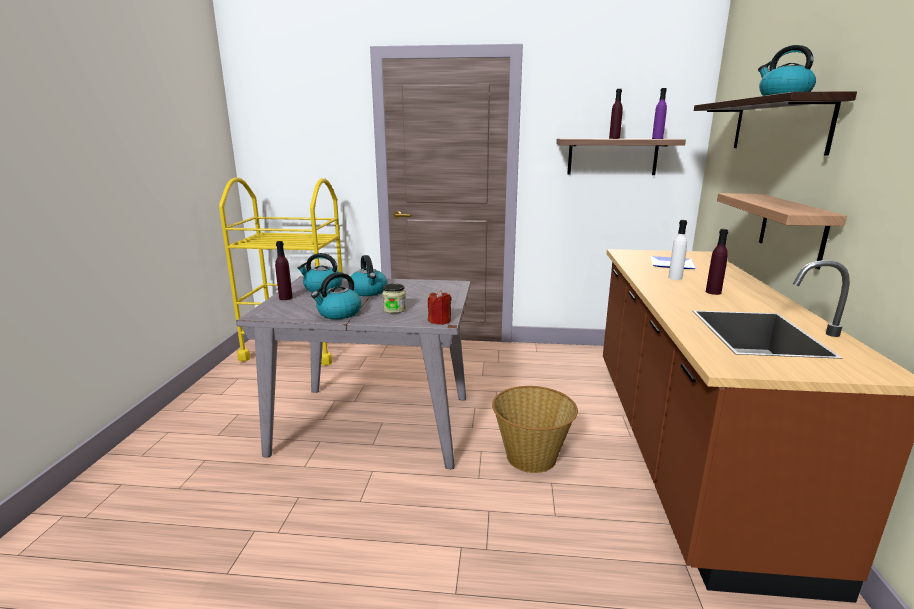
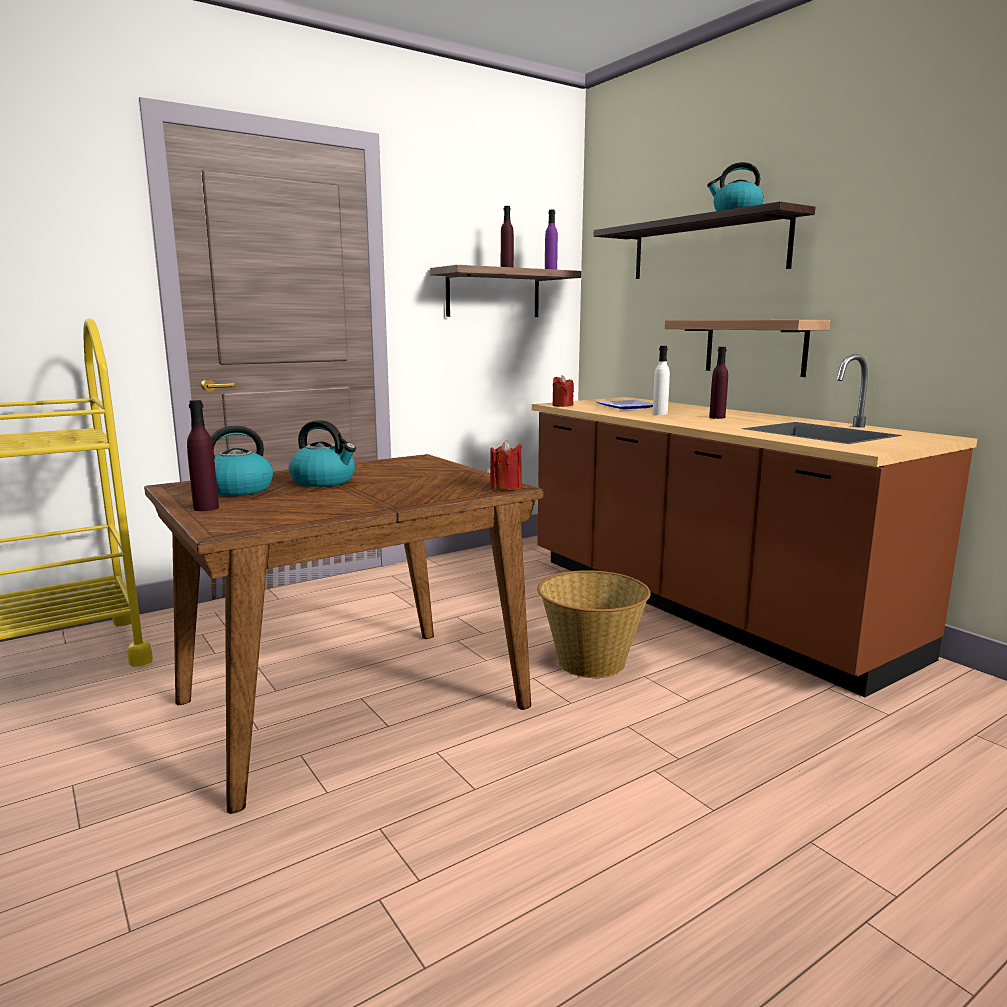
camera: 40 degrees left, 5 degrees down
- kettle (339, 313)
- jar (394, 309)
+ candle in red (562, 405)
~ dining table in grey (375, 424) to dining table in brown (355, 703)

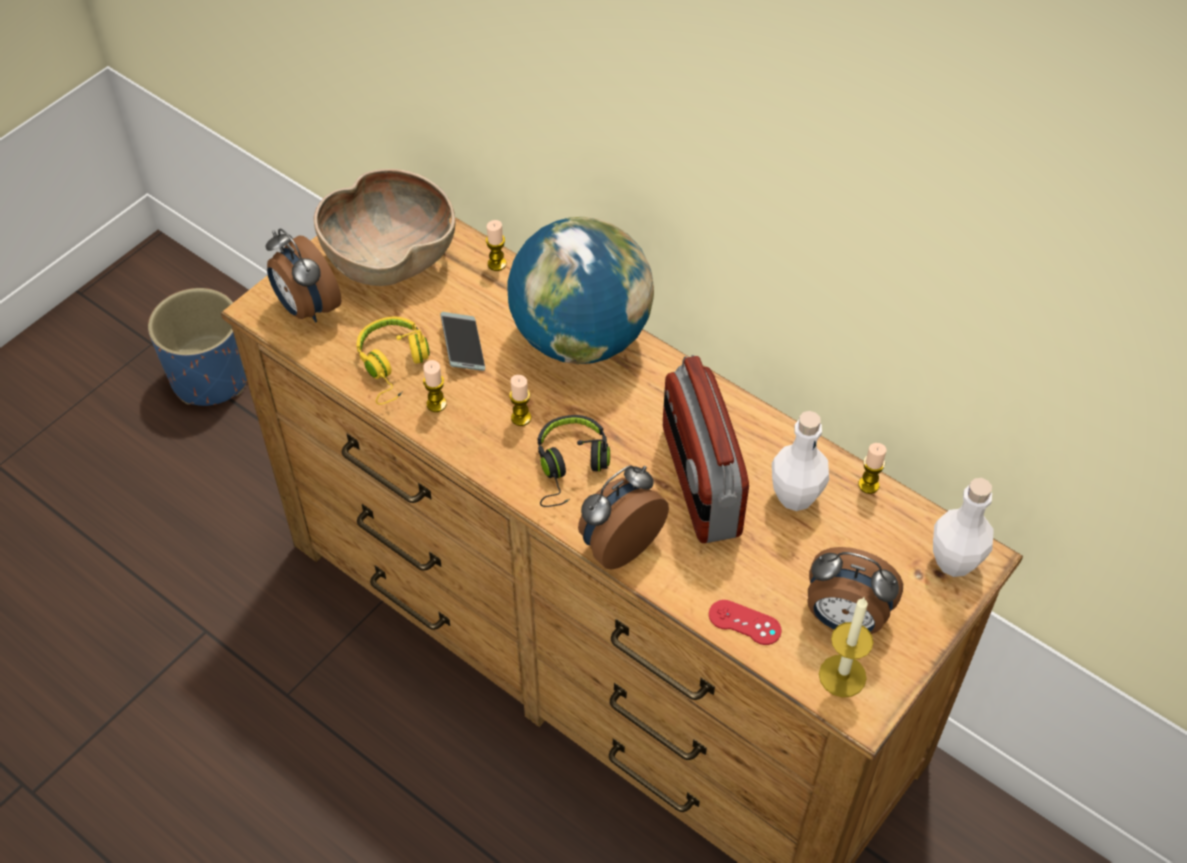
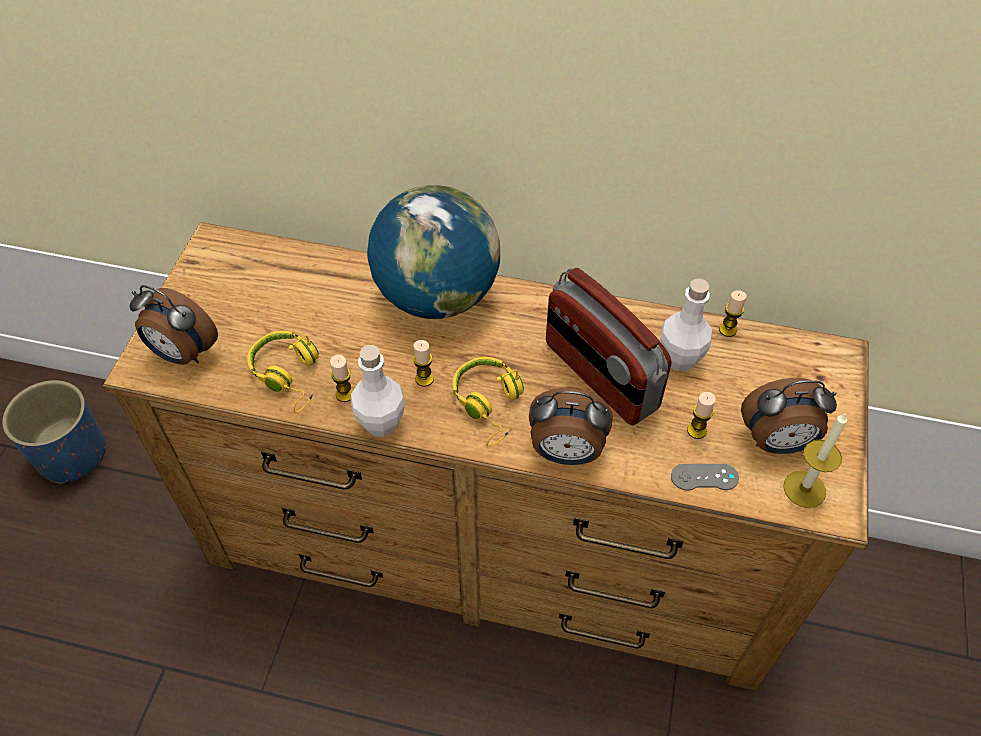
camera: 25 degrees left, 0 degrees up
- bowl in brown (390, 257)
- phone (463, 346)
~ candle (497, 264) to (696, 430)
~ bottle in white (954, 561) to (381, 423)
~ headphones in black (571, 467) to headphones in yellow (489, 404)
~ game controller in red (744, 622) to game controller in grey (704, 477)
~ alarm clock (618, 544) = (566, 453) 105 degrees counterclockwise

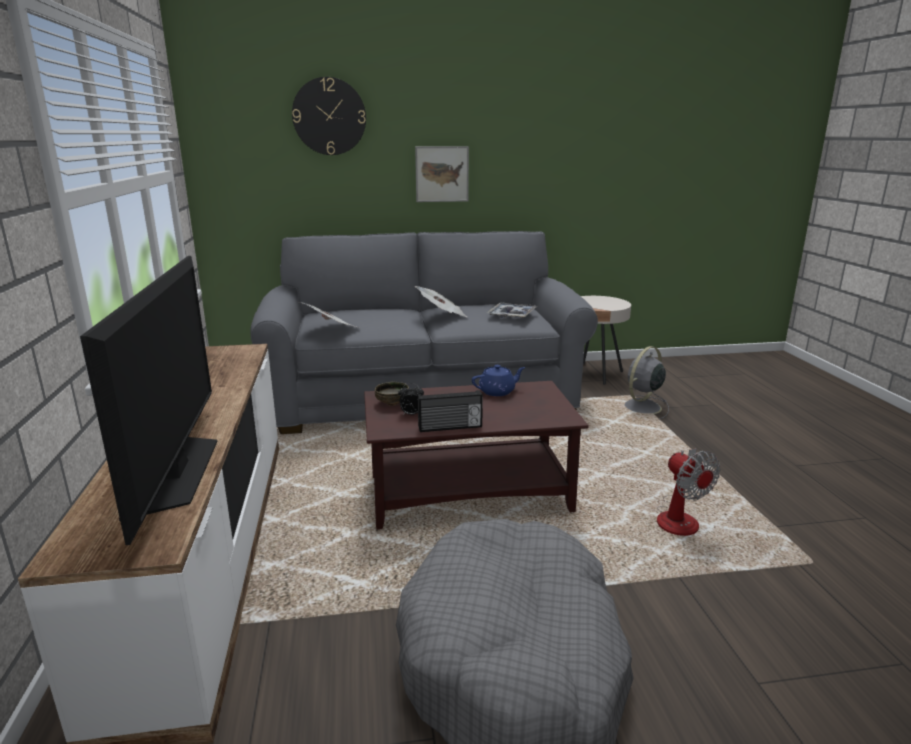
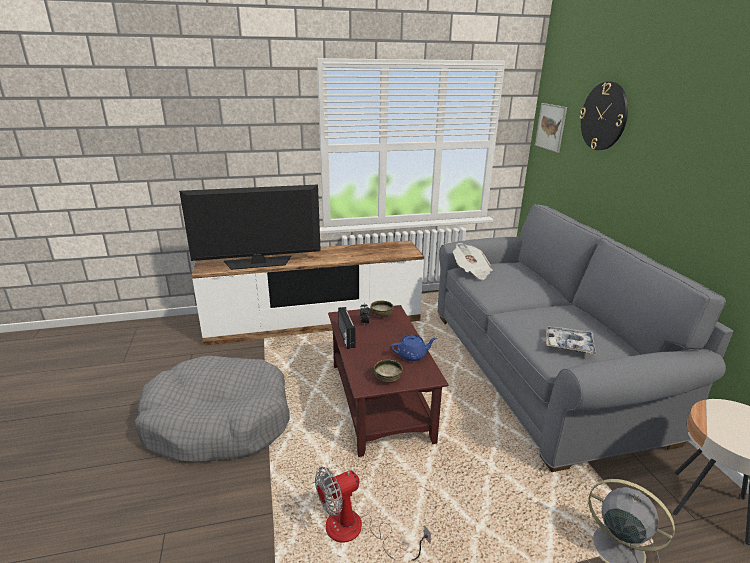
camera: 85 degrees right, 5 degrees up
- newspaper (442, 315)
+ bowl (388, 378)
~ picture (442, 174) to (550, 127)
~ teapot in blue (498, 391) = (412, 355) 75 degrees counterclockwise

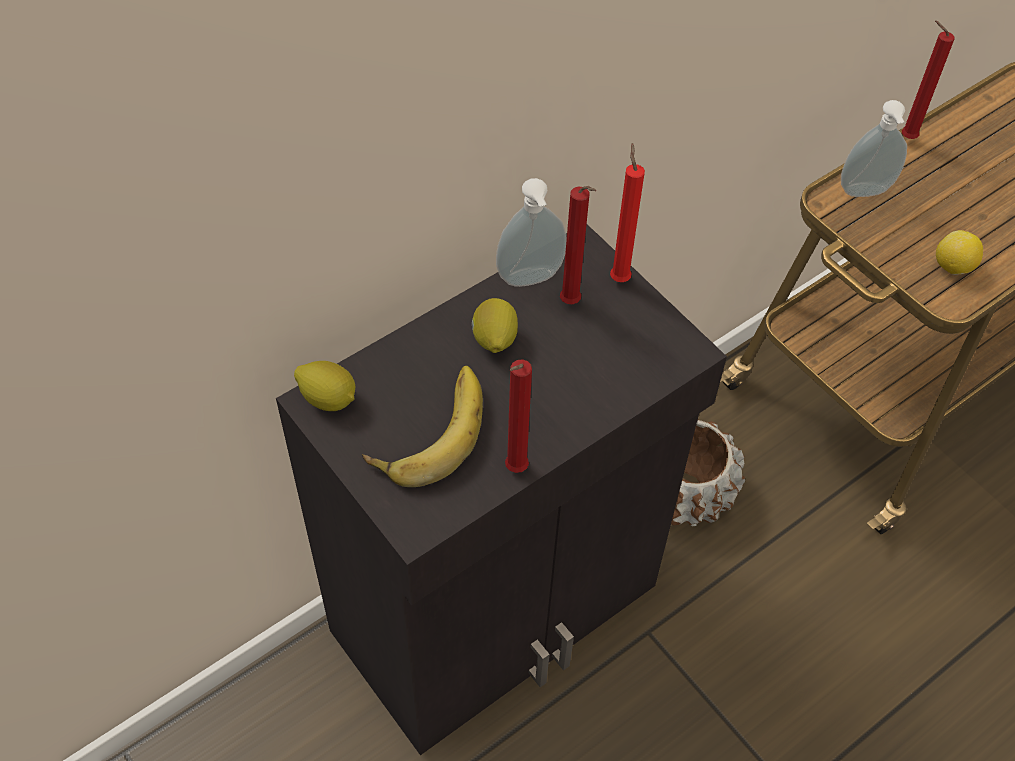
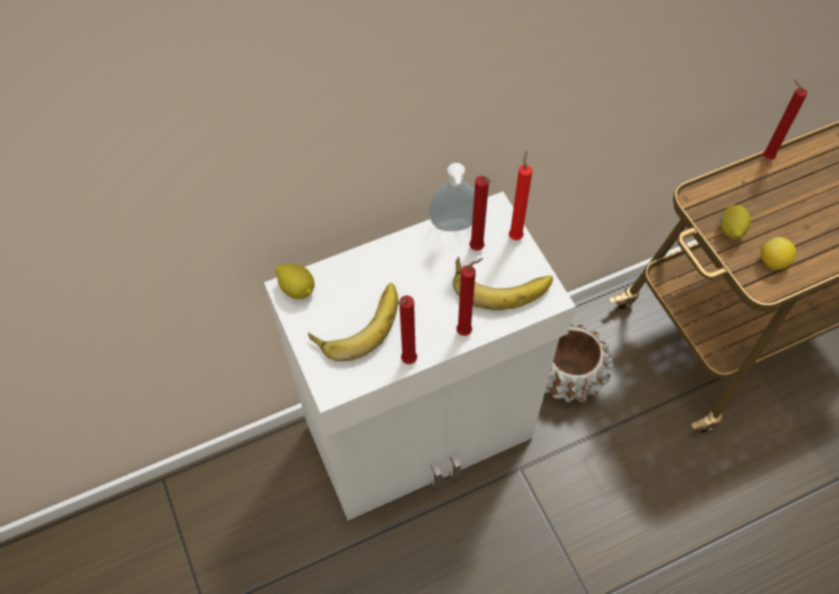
camera: 15 degrees right, 5 degrees up
- soap dispenser (865, 193)
+ banana (500, 282)
+ candle in red (466, 331)
~ lemon (494, 340) to (730, 230)
~ cabinet in black (500, 610) to cabinet in white (422, 434)

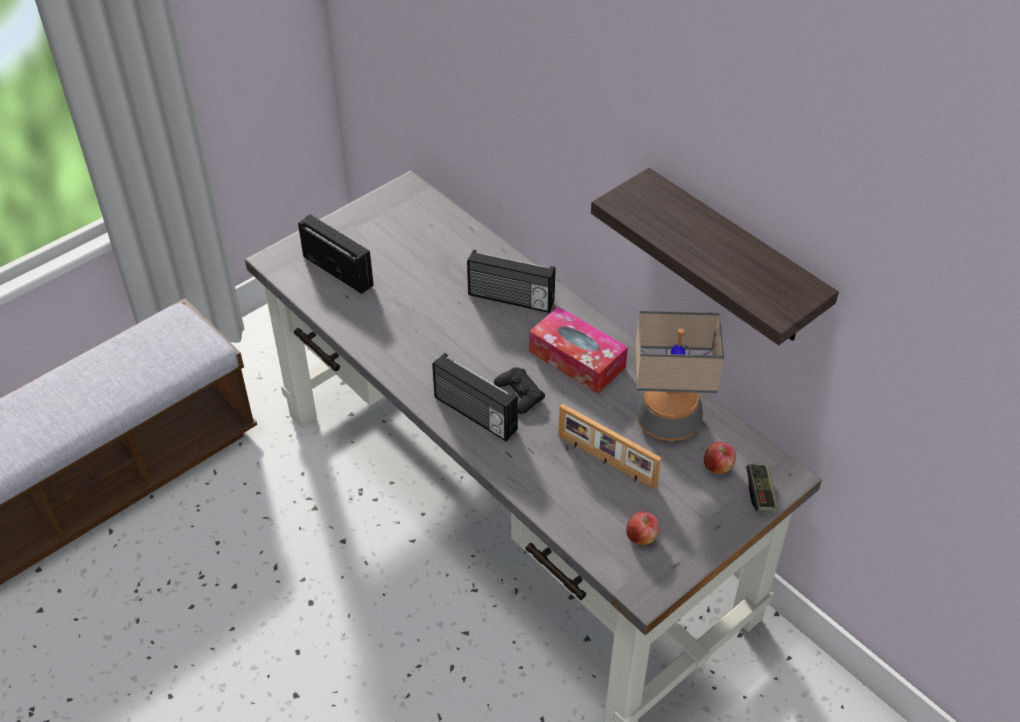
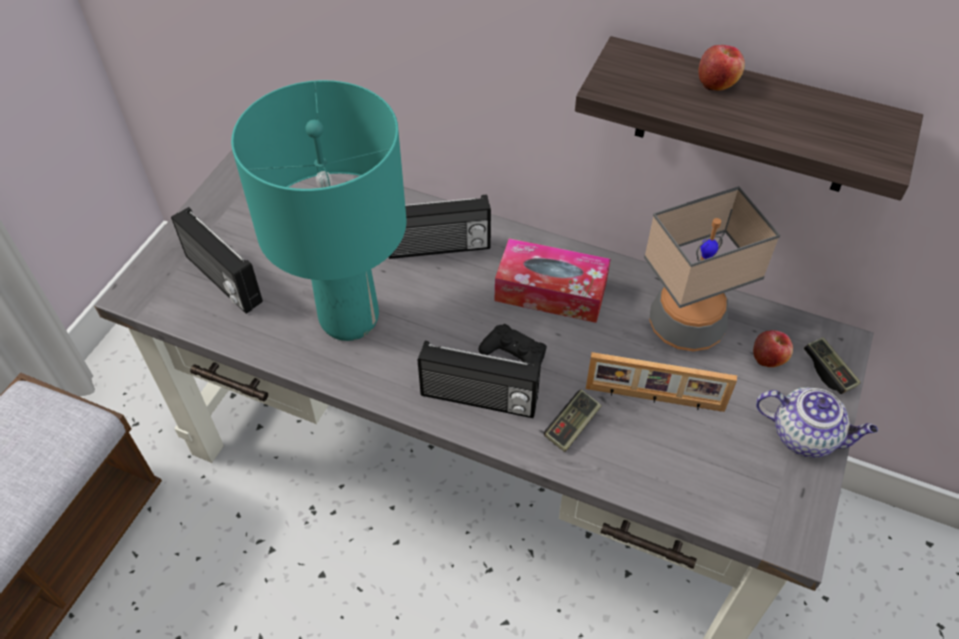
camera: 25 degrees left, 5 degrees up
+ table lamp in turquoise (348, 318)
+ game controller (572, 426)
+ teapot (805, 435)
~ apple (641, 536) to (717, 83)
~ radio (339, 270) = (221, 280) 150 degrees counterclockwise

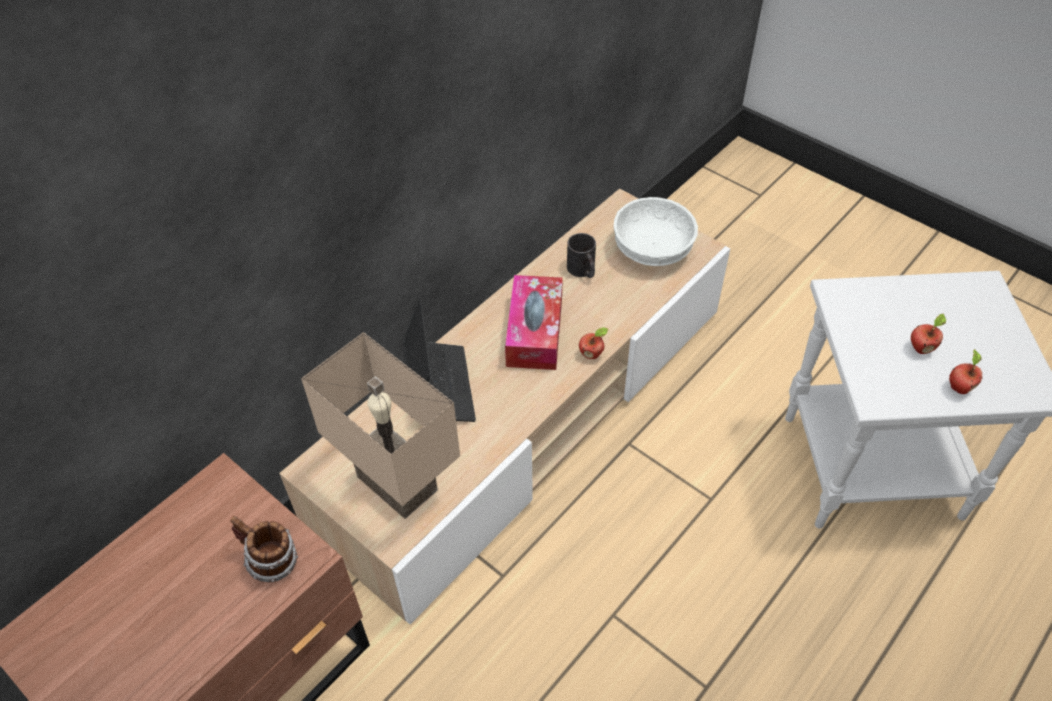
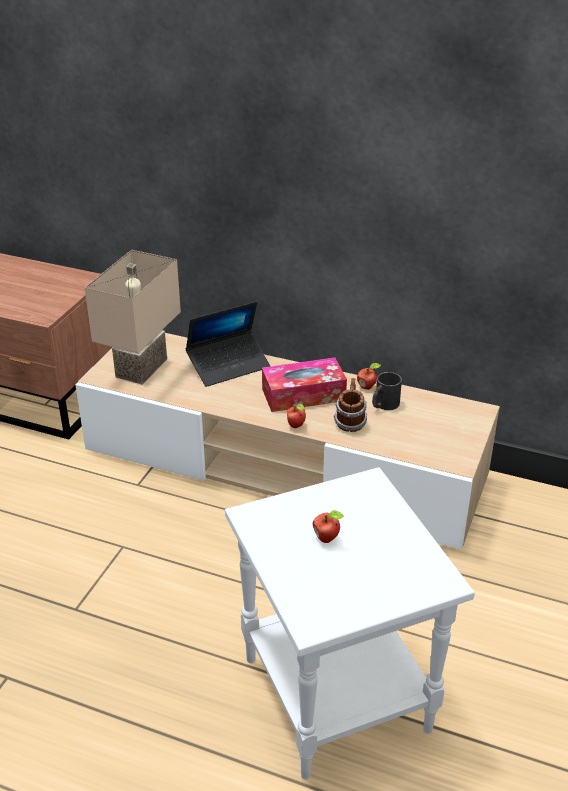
camera: 70 degrees right, 15 degrees down
- bowl in white (651, 249)
~ mug (270, 562) to (350, 422)
~ apple (958, 387) to (367, 387)

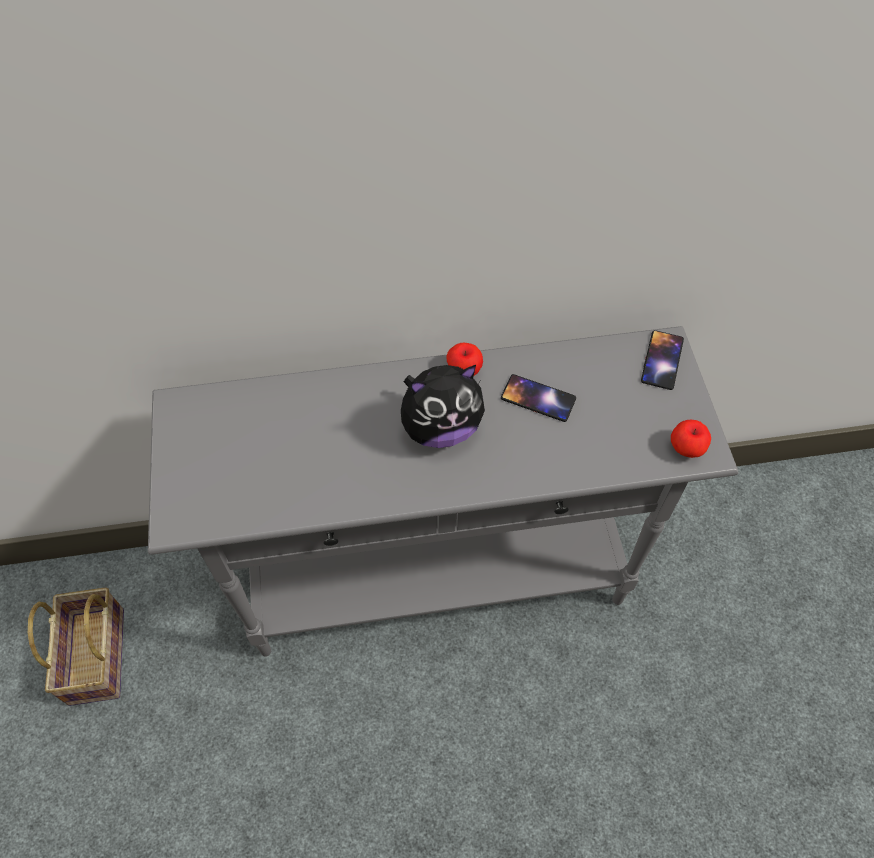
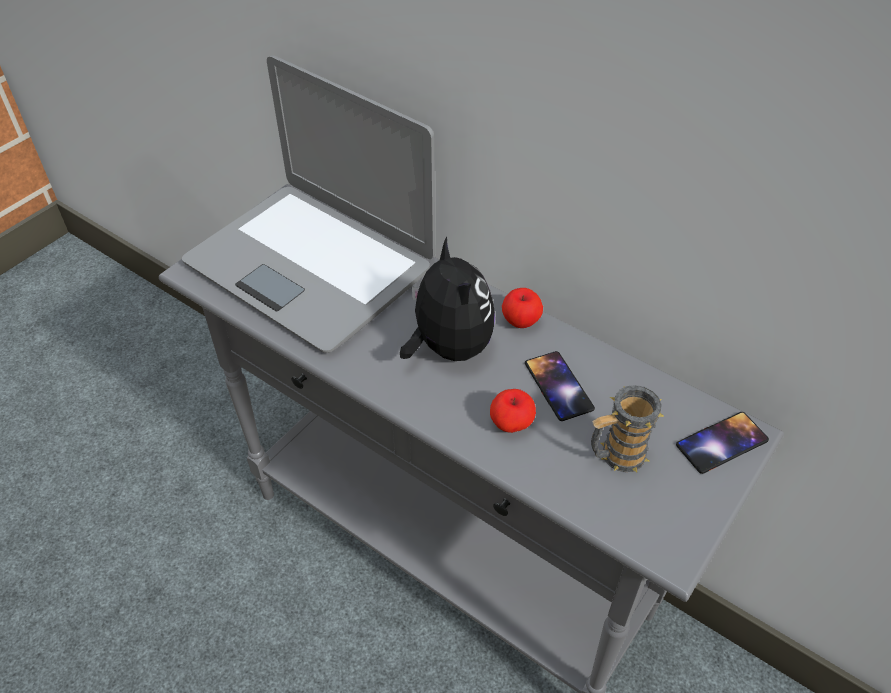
camera: 45 degrees right, 10 degrees down
- basket (99, 658)
+ laptop (311, 264)
+ mug (616, 456)
~ apple (686, 448) to (511, 424)
~ plush toy (440, 428) = (448, 347) 135 degrees counterclockwise

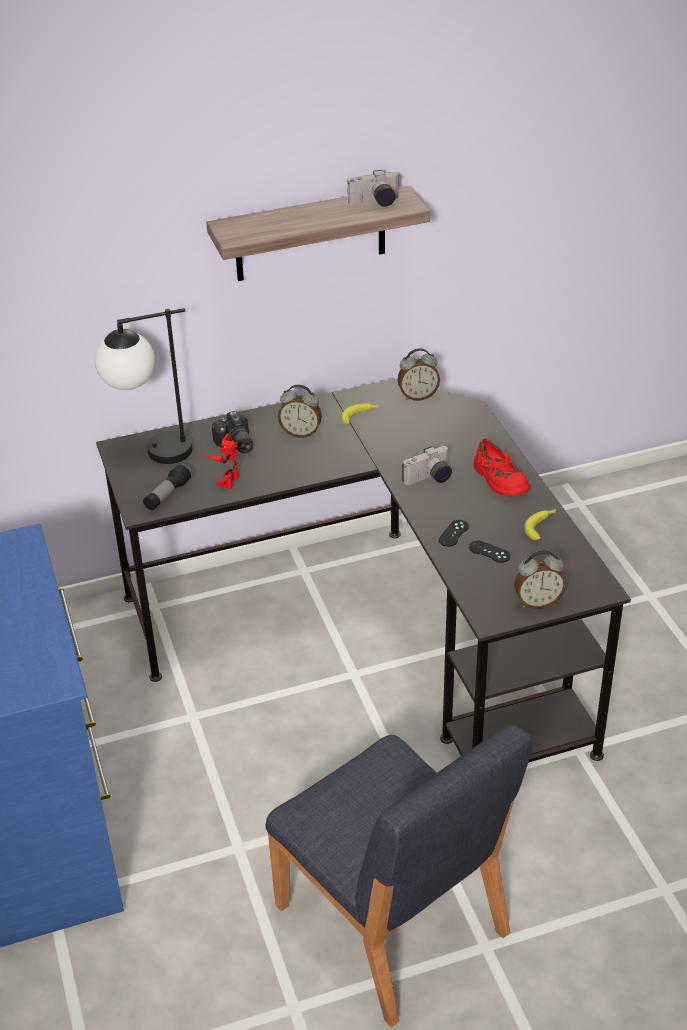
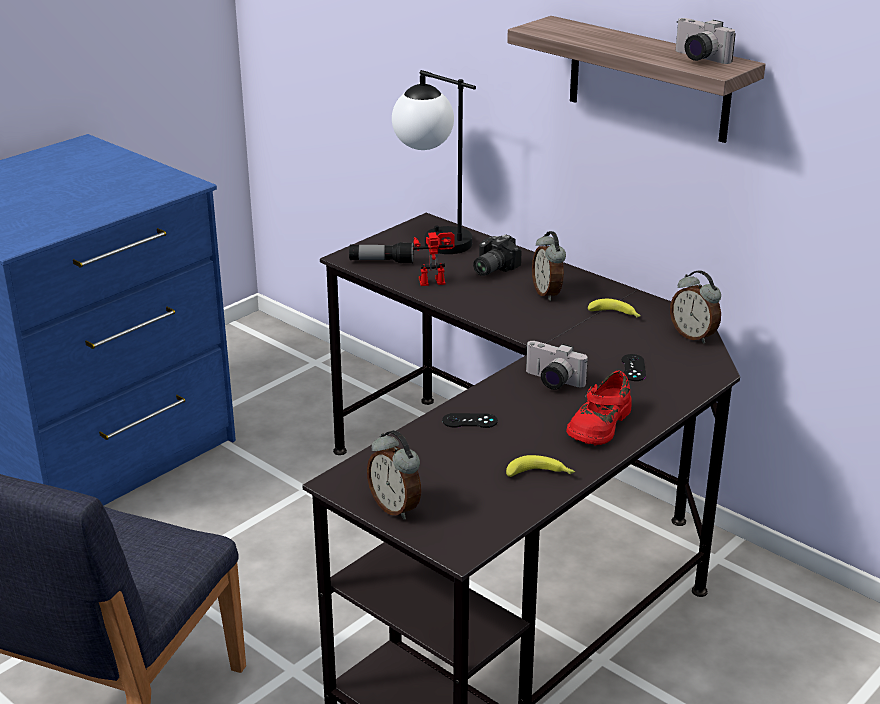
camera: 60 degrees right, 10 degrees down
~ game controller in black (489, 552) to (633, 368)

